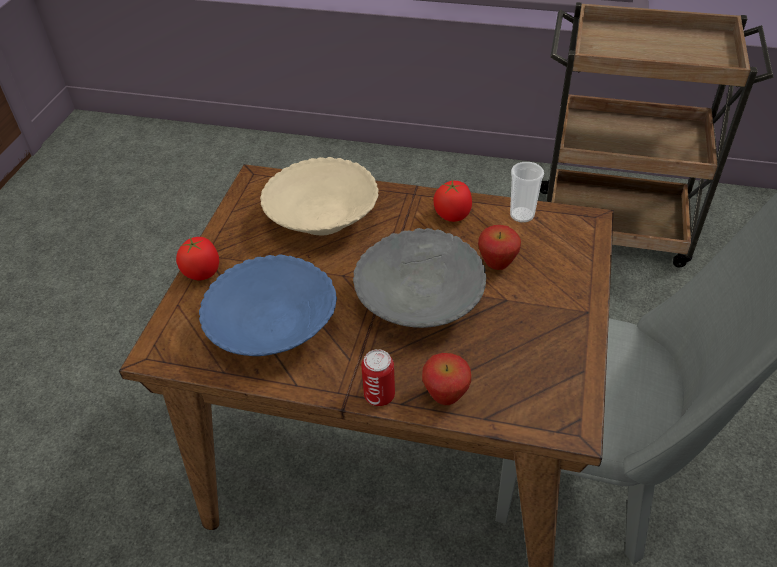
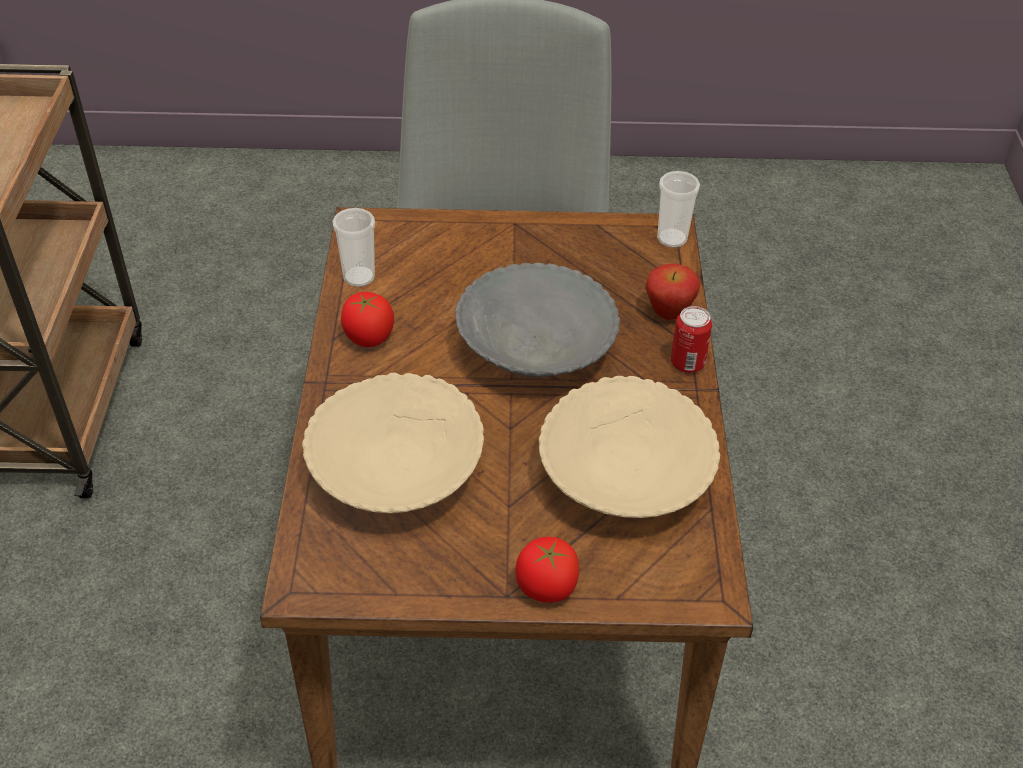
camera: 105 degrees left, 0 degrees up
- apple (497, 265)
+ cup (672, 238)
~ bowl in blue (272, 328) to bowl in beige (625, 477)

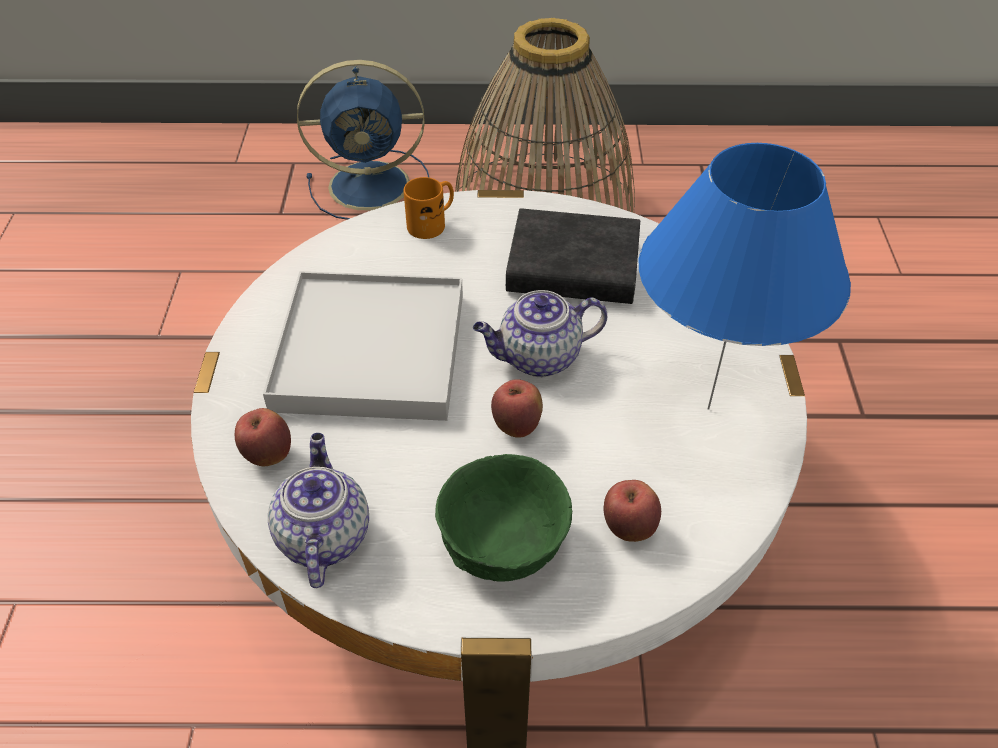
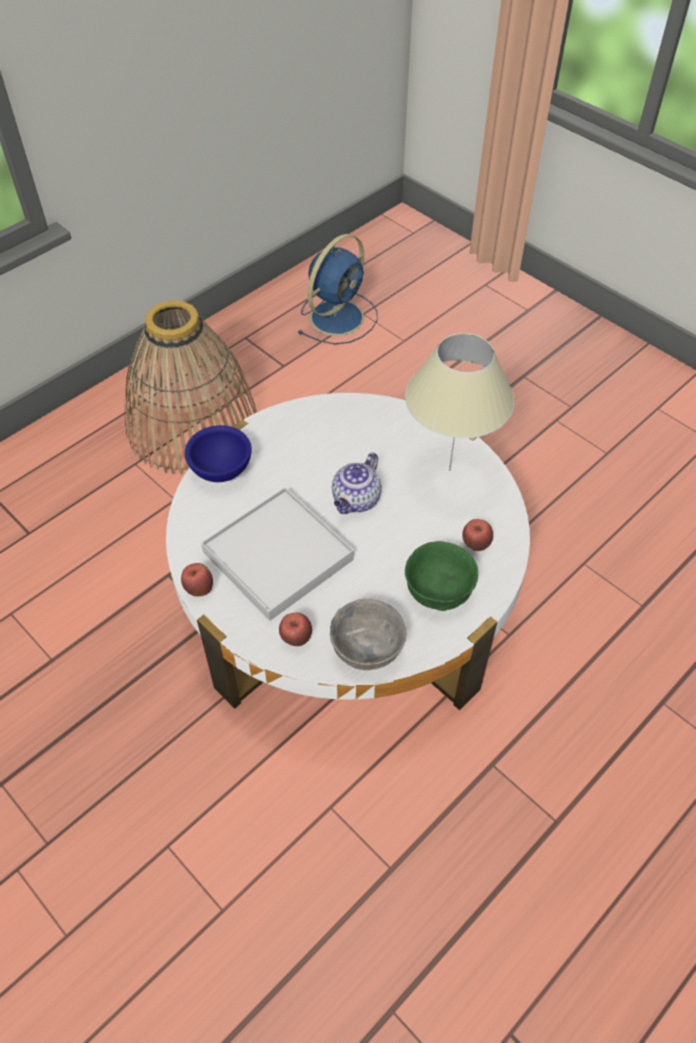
camera: 45 degrees left, 5 degrees up
- book in black (573, 267)
~ fan in blue (373, 185) to (338, 316)
~ apple (517, 425) to (199, 589)
~ teapot (323, 535) to bowl in grey (366, 649)
~ mug in orange (432, 223) to bowl in blue (220, 469)
~ table lamp in blue (708, 409) to table lamp in beige (449, 470)

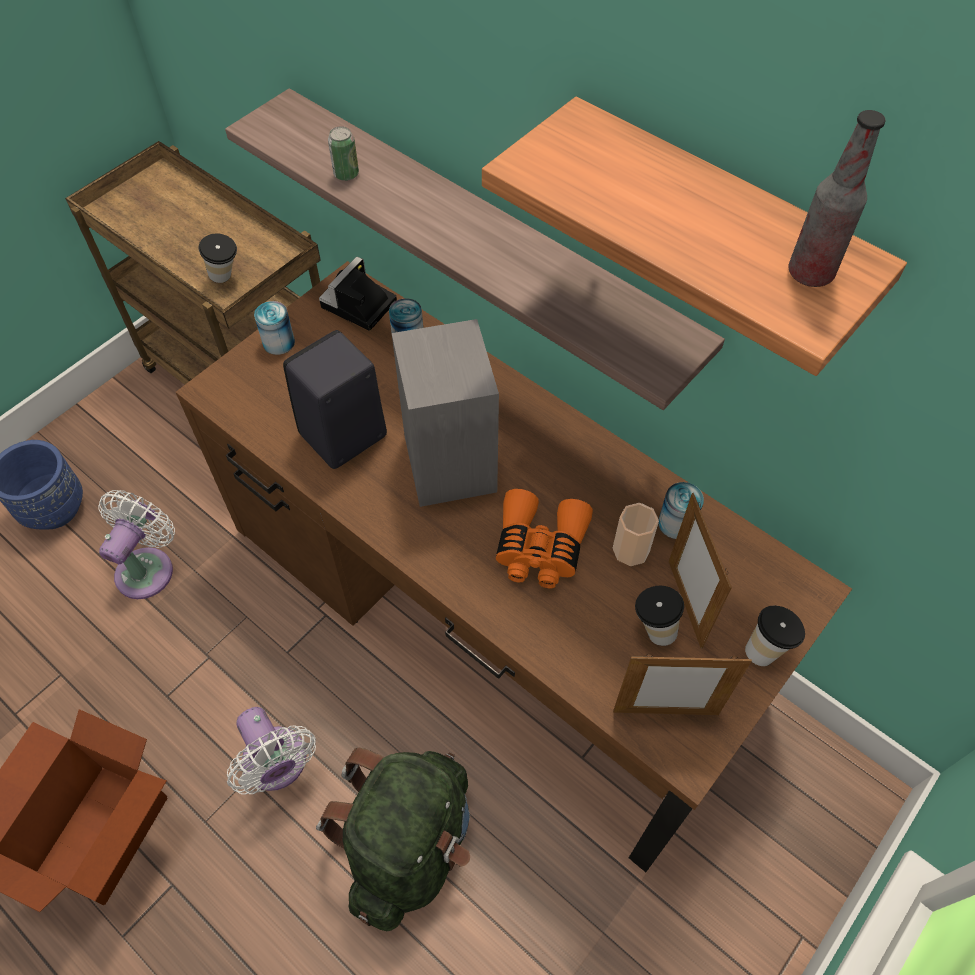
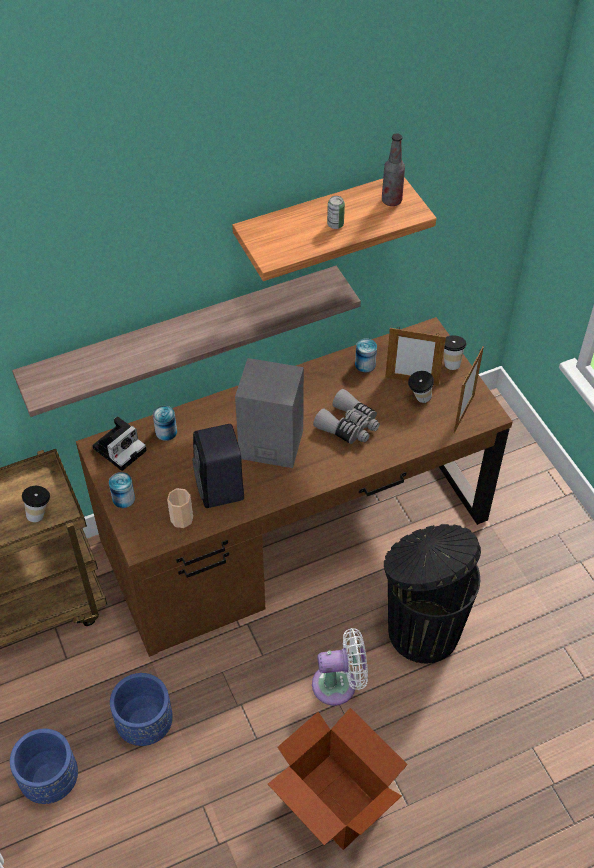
camera: 65 degrees left, 5 degrees down
~ can (346, 174) to (335, 224)
~ cup (631, 550) to (181, 519)
~ fan in white (148, 567) to planter in blue (145, 725)
~ backpack in green (408, 844) to trash can in black (421, 629)
~ binoculars in orange (539, 548) to binoculars in grey (349, 425)
~ photo camera (358, 306) = (120, 448) 105 degrees counterclockwise

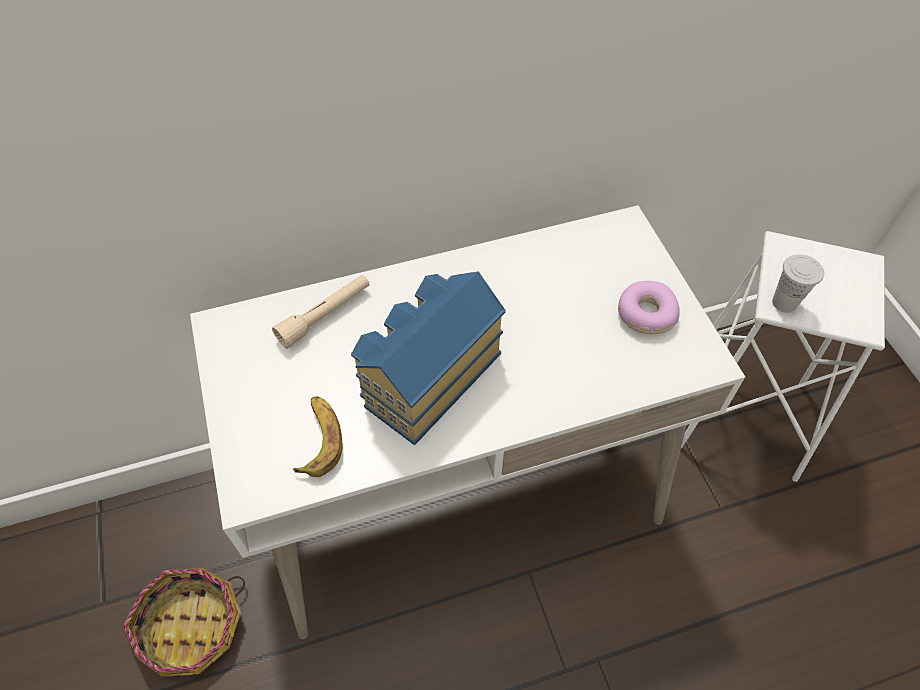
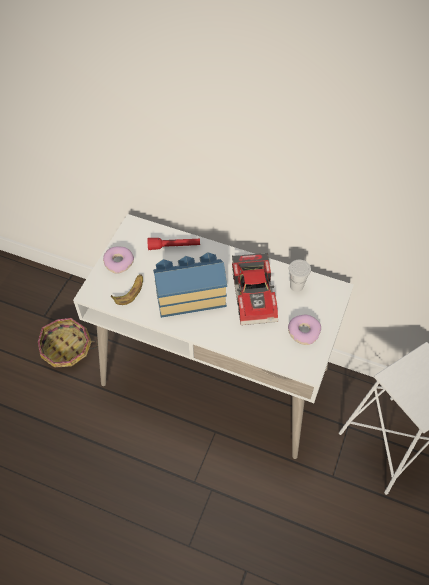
camera: 40 degrees right, 0 degrees up
+ donut (119, 262)
+ toy car (256, 294)
~ cup in white (784, 303) to (296, 286)
~ flashlight in beige (325, 316) to flashlight in red (174, 246)

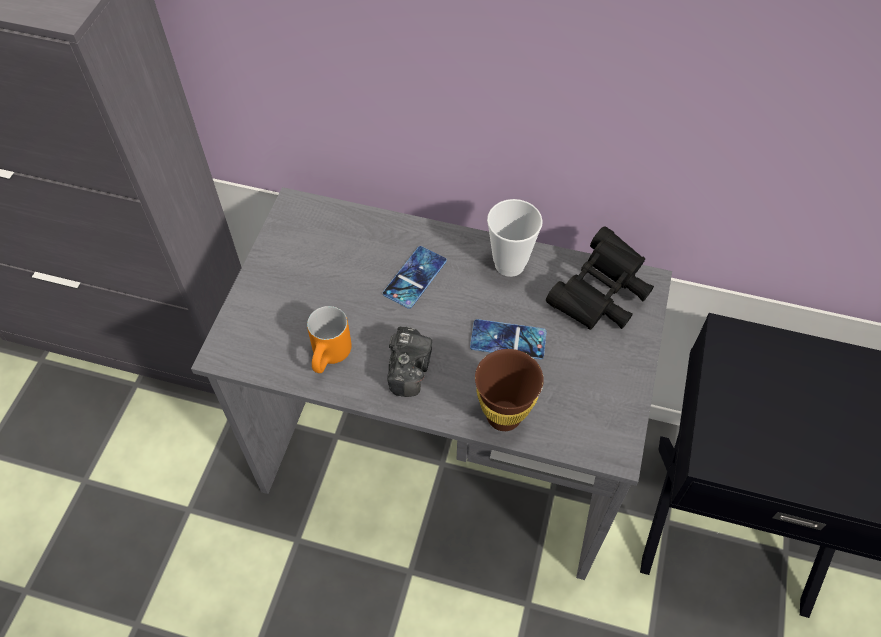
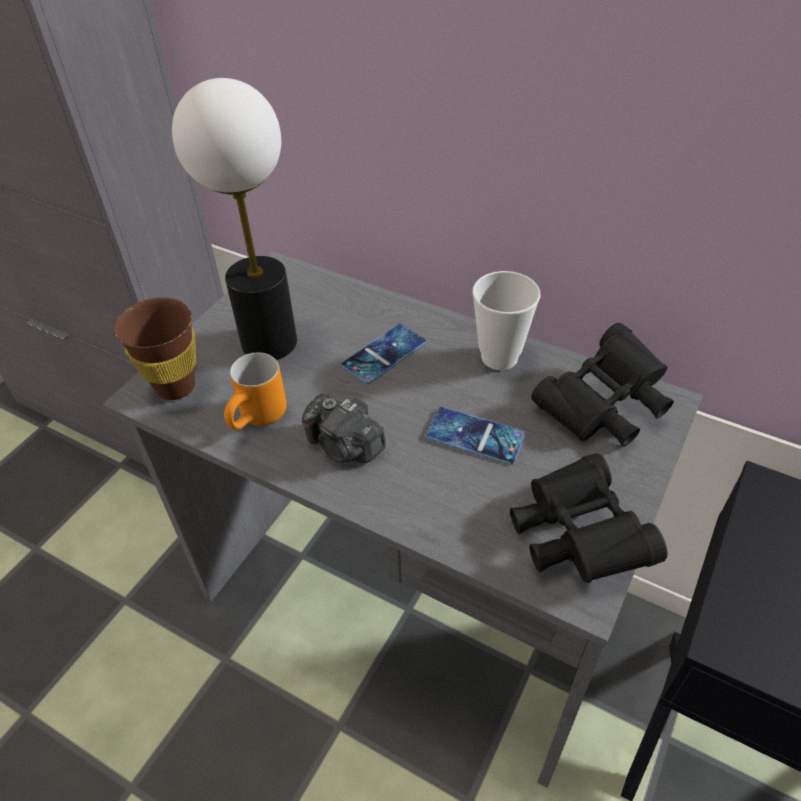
camera: 15 degrees right, 10 degrees down
+ table lamp (269, 343)
+ binoculars in black (575, 536)
~ cup in brown (504, 416) to (176, 387)
~ photo camera (409, 368) = (345, 446) 105 degrees clockwise

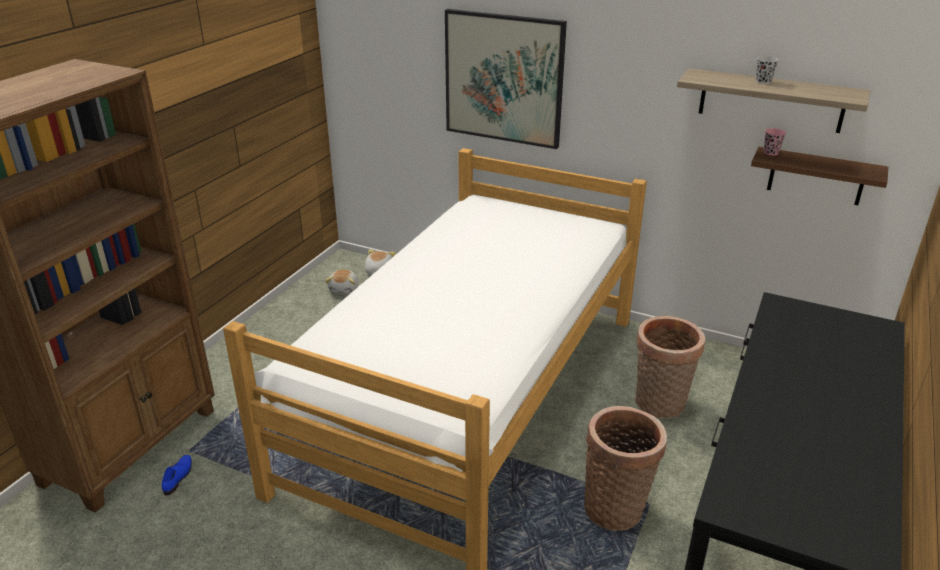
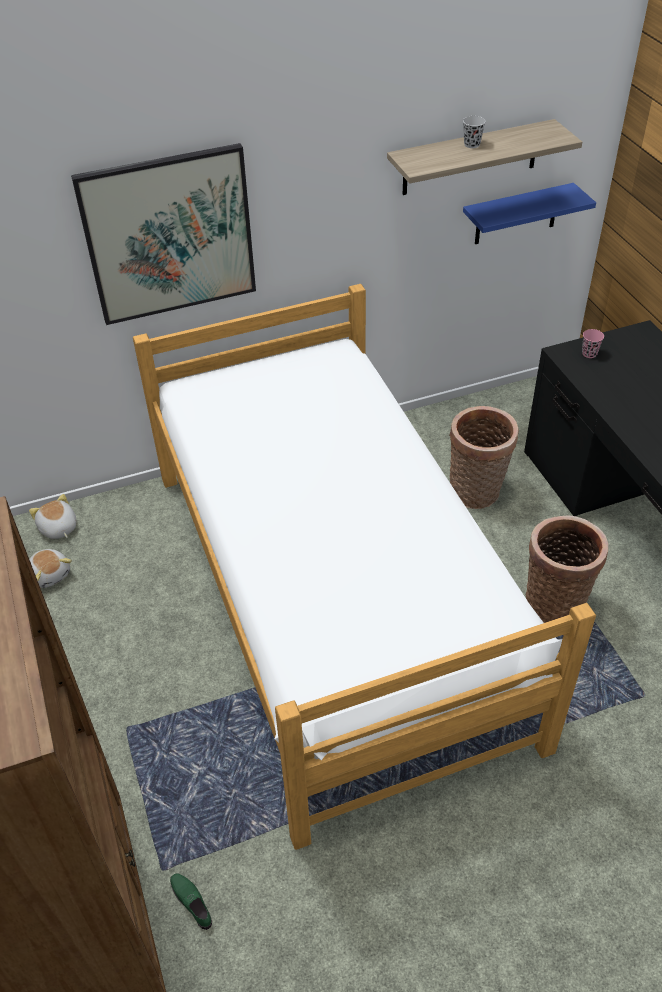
camera: 45 degrees left, 15 degrees up
~ cup in pink (771, 152) to (589, 353)
~ shoe in blue (178, 476) to shoe in green (192, 901)
~ shelf in brown (816, 176) to shelf in blue (516, 214)

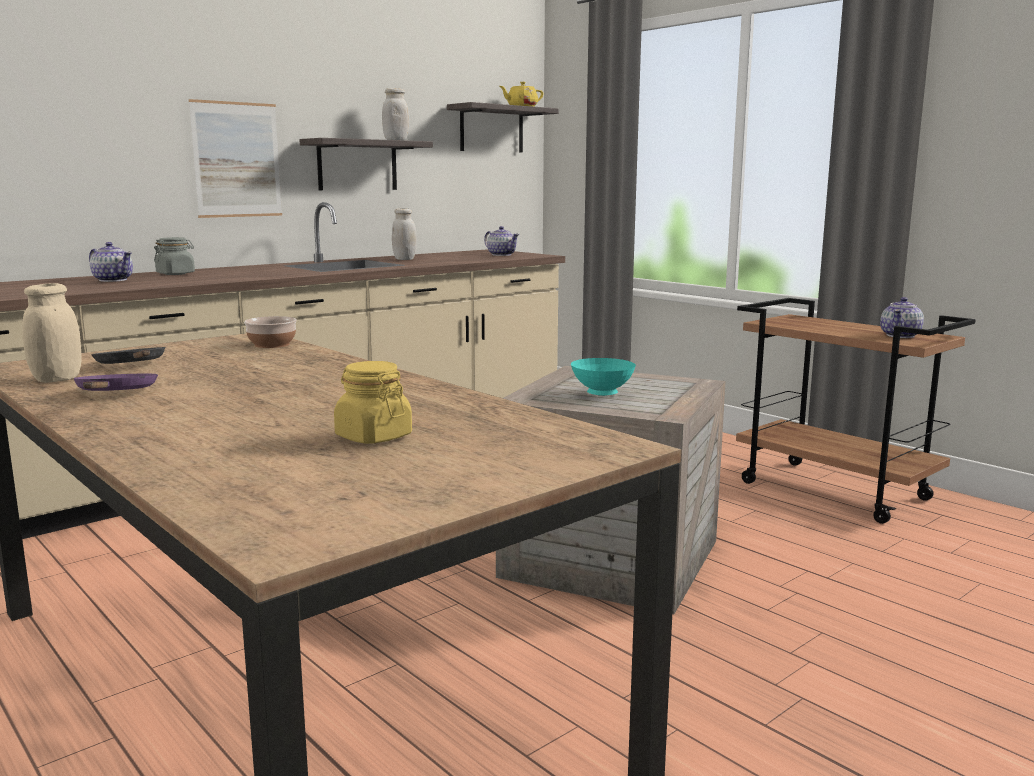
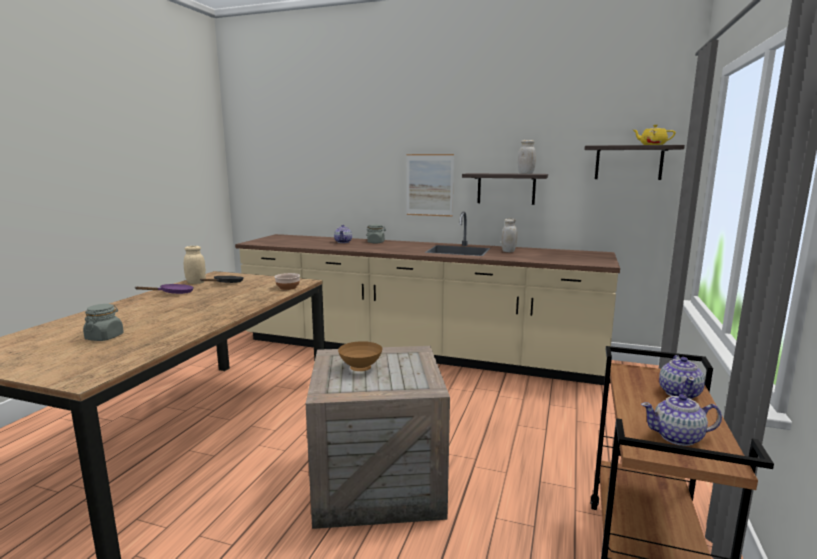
camera: 60 degrees right, 0 degrees up
~ teapot (501, 255) to (680, 393)
~ jar in yellow (373, 437) to jar in grey (104, 337)
~ bowl in turquoise (603, 394) to bowl in brown (361, 369)

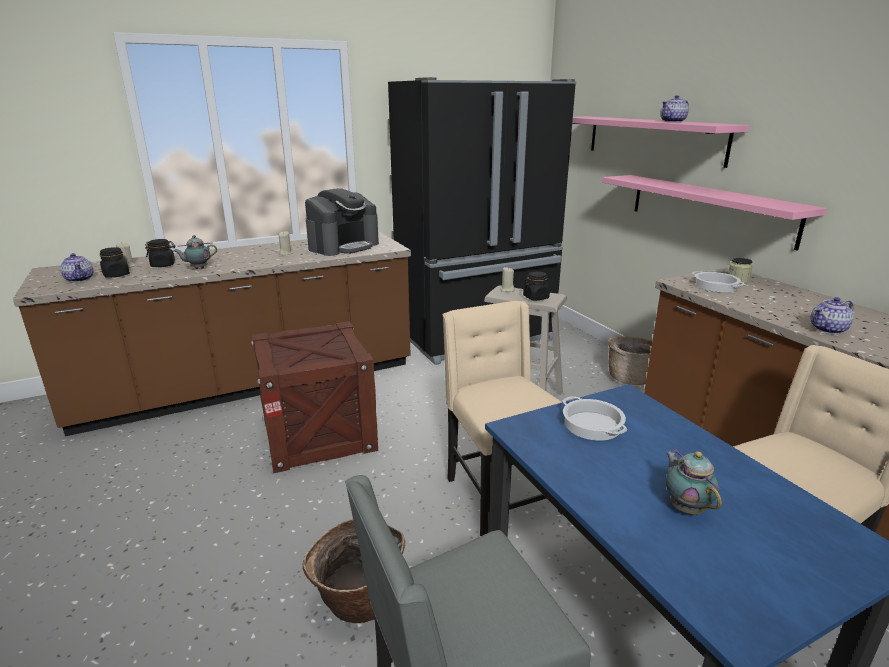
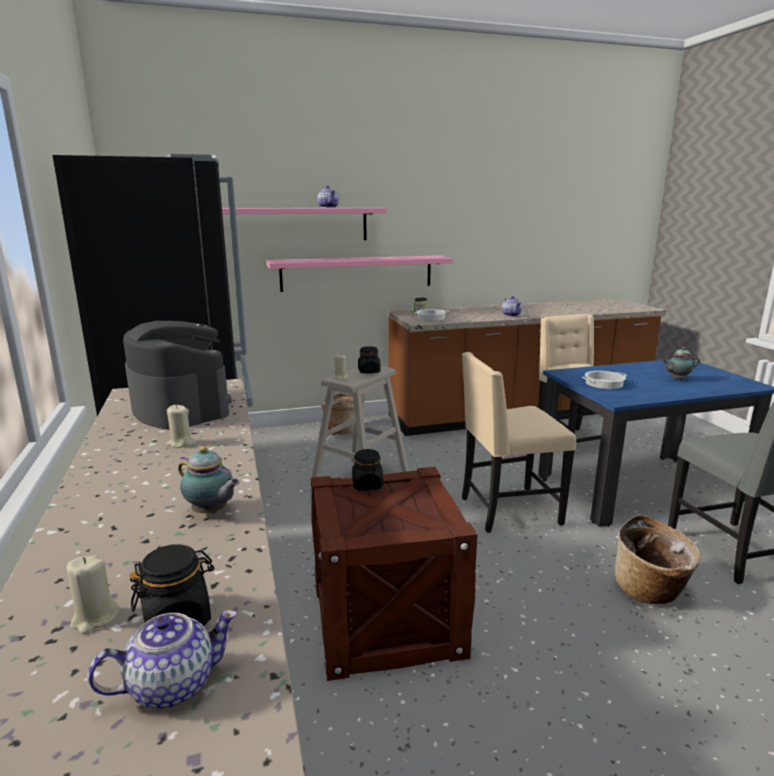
camera: 80 degrees left, 5 degrees down
~ jar in black (163, 265) to (367, 485)
~ teapot (198, 268) = (211, 512) 45 degrees counterclockwise

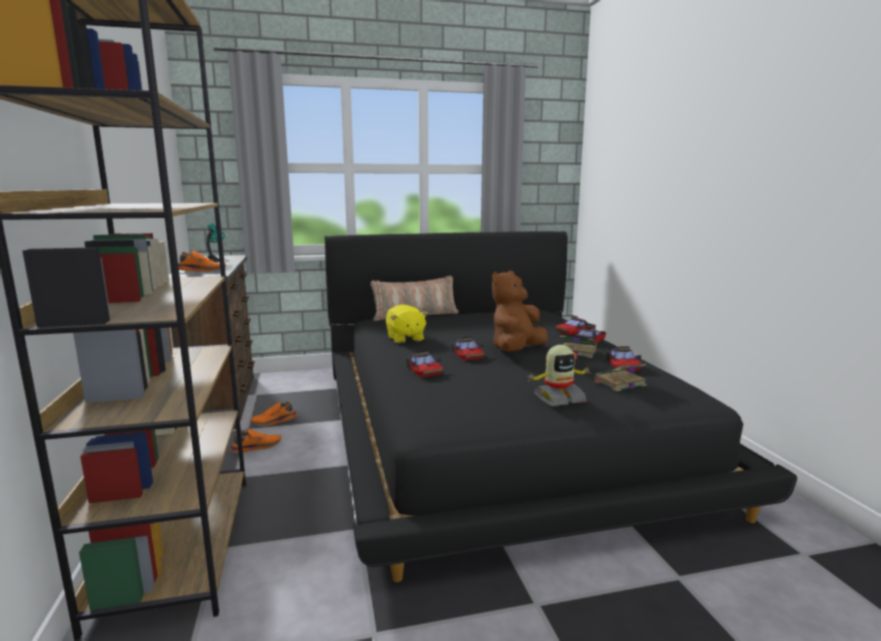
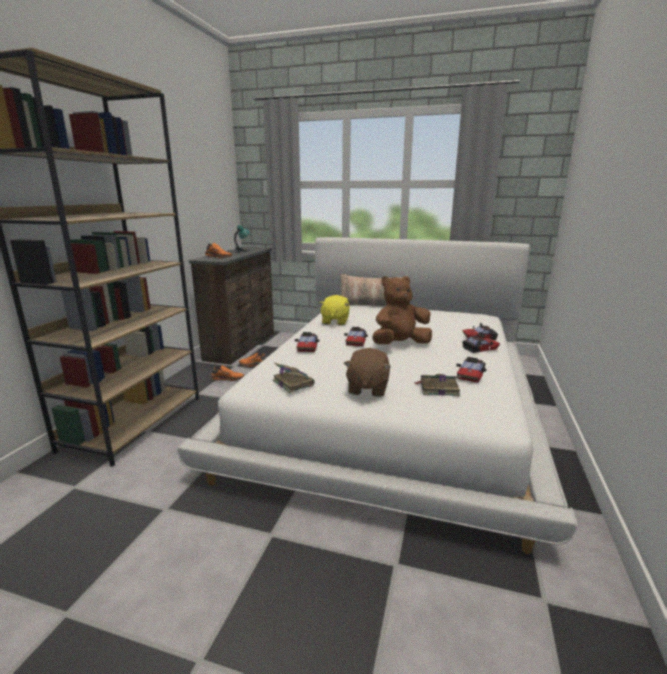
camera: 30 degrees right, 5 degrees up
~ book (576, 352) to (292, 382)
~ toy robot (558, 398) to plush toy in brown (367, 388)
~ bed in black (495, 427) to bed in white (391, 405)

